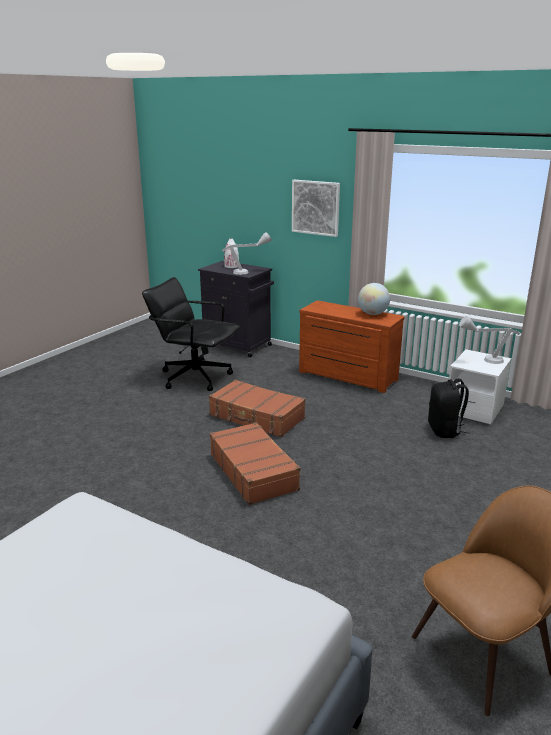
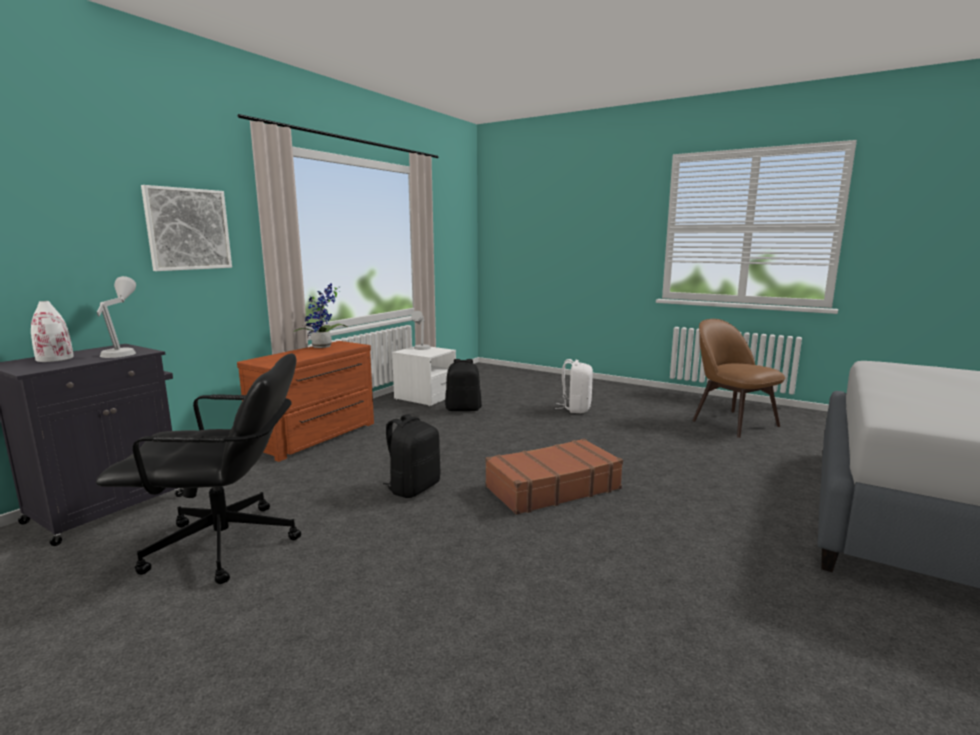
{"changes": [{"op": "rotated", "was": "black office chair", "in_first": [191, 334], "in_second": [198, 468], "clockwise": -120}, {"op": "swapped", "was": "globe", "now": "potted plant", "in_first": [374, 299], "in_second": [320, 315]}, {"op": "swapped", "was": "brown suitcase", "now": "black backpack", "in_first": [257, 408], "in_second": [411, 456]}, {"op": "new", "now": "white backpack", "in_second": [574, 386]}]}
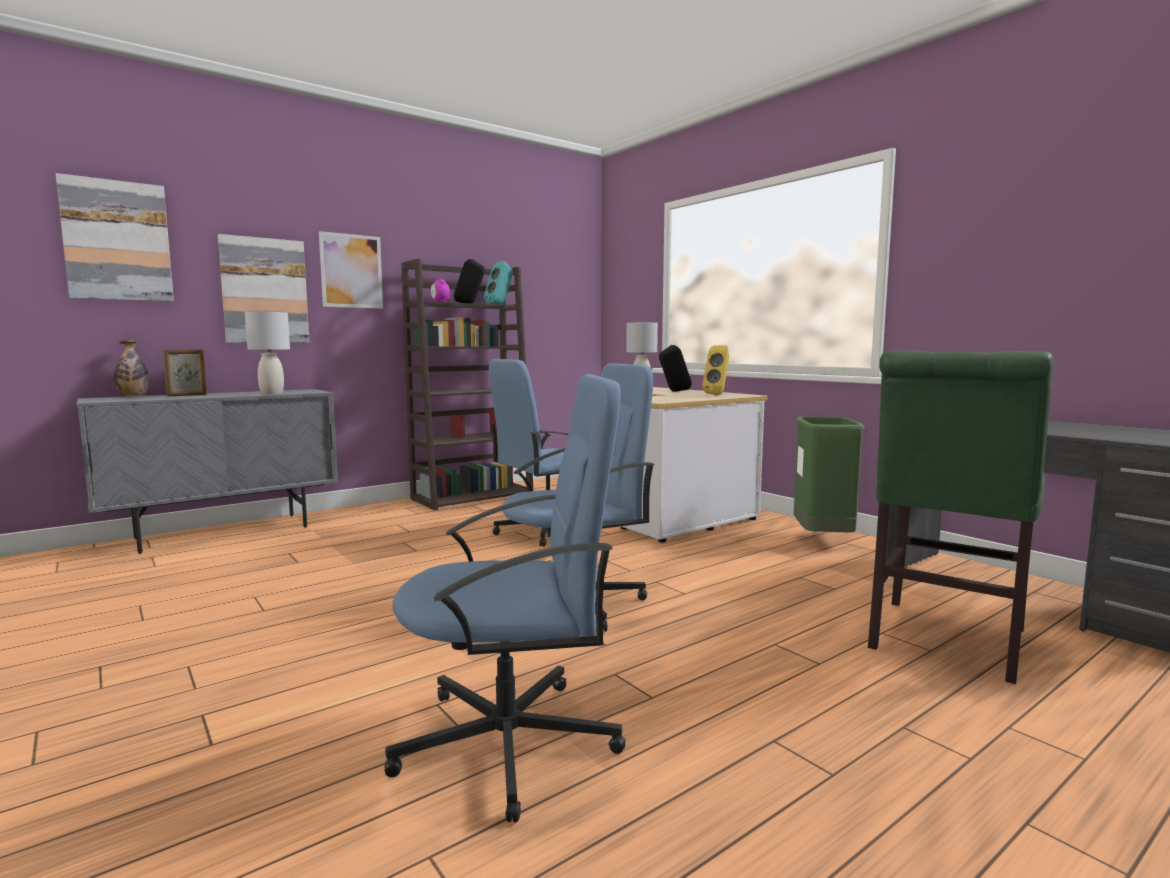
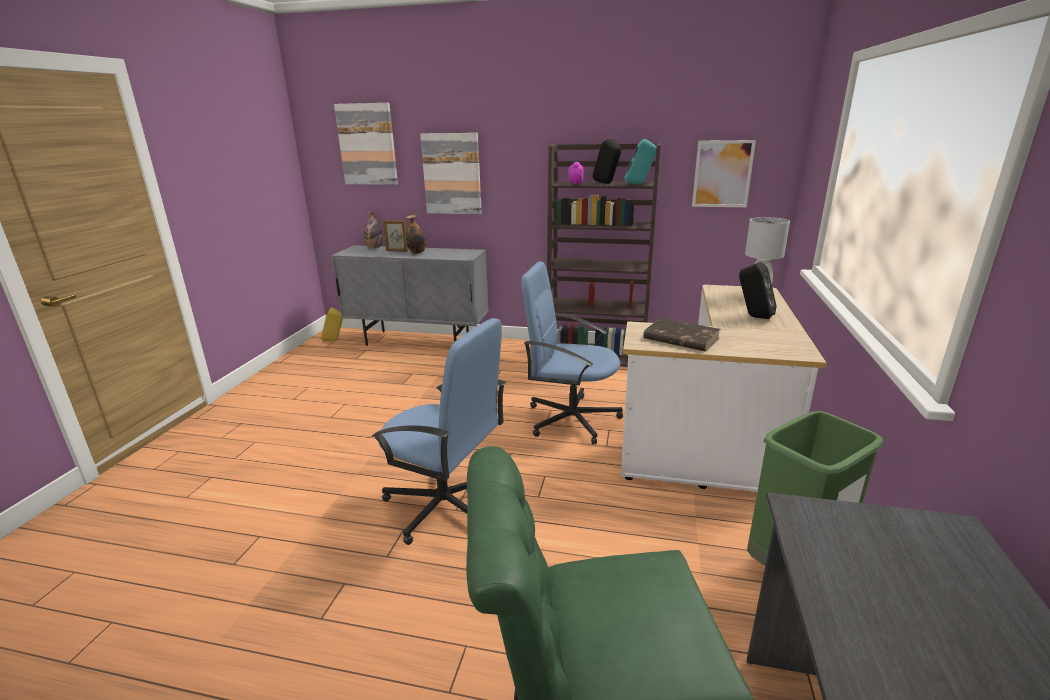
{"changes": [{"op": "shifted", "was": "picture", "in_first": [351, 270], "in_second": [724, 173]}, {"op": "gone", "was": "grey table lamp", "in_first": [267, 353]}, {"op": "shifted", "was": "yellow speaker", "in_first": [715, 370], "in_second": [332, 324]}, {"op": "gone", "was": "blue office chair", "in_first": [505, 598]}, {"op": "new", "now": "bottle", "in_second": [416, 234]}, {"op": "new", "now": "brown book", "in_second": [682, 335]}]}
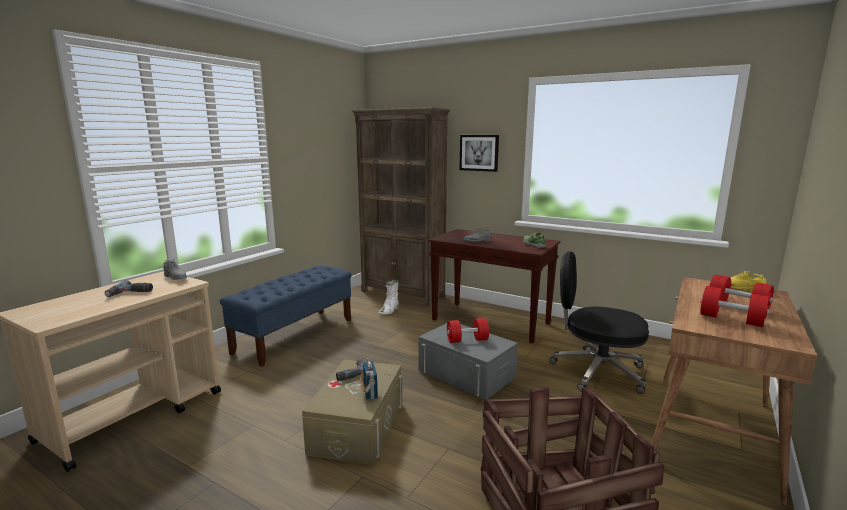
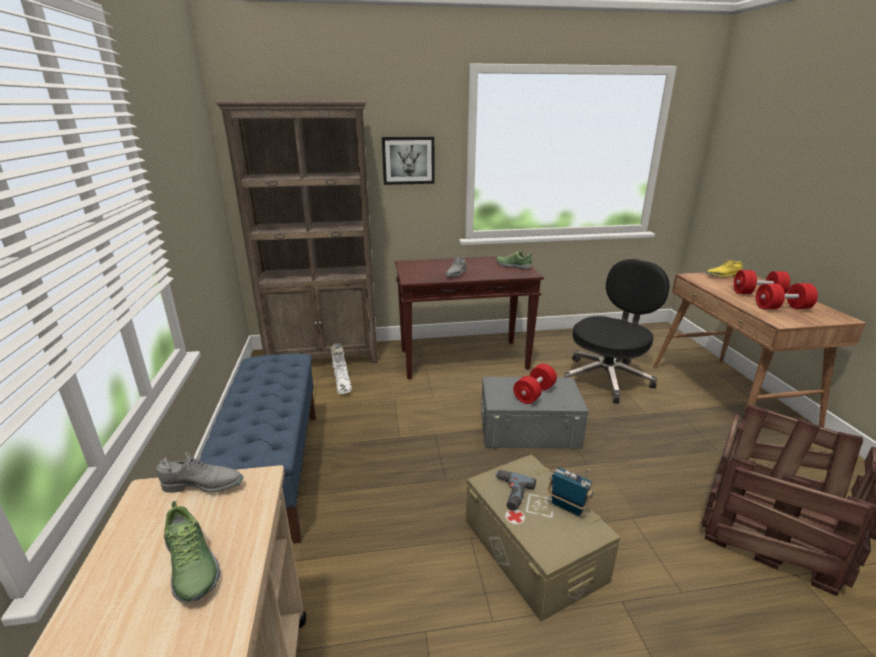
{"changes": [{"op": "rotated", "was": "black office chair", "in_first": [599, 323], "in_second": [617, 331], "clockwise": 150}, {"op": "swapped", "was": "power drill", "now": "shoe", "in_first": [129, 288], "in_second": [192, 552]}]}
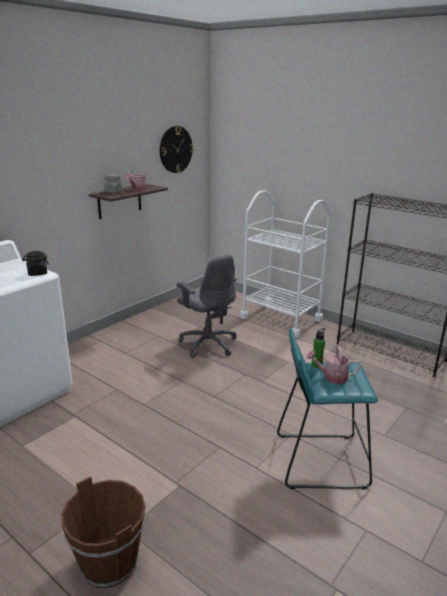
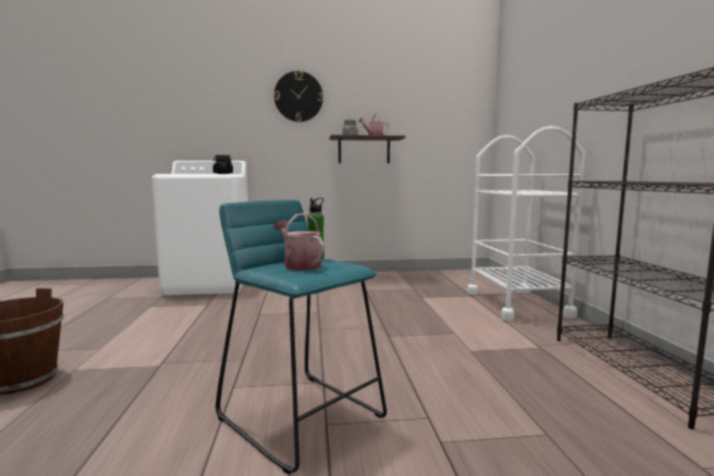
{"changes": [{"op": "shifted", "was": "wall clock", "in_first": [176, 149], "in_second": [298, 96]}, {"op": "gone", "was": "grey office chair", "in_first": [206, 306]}]}
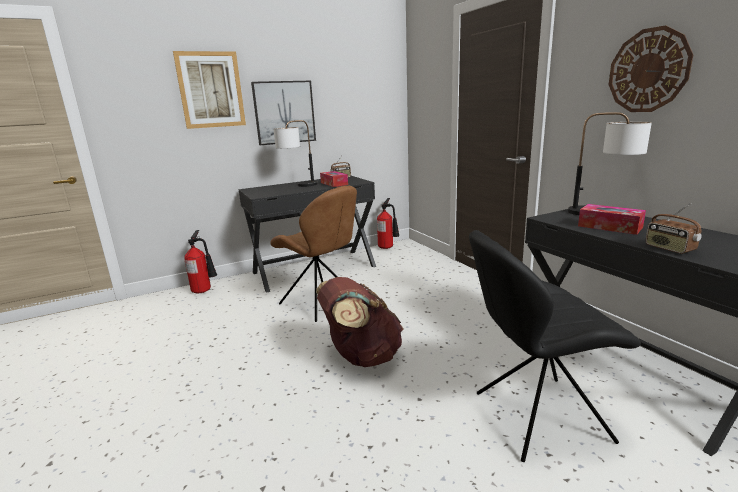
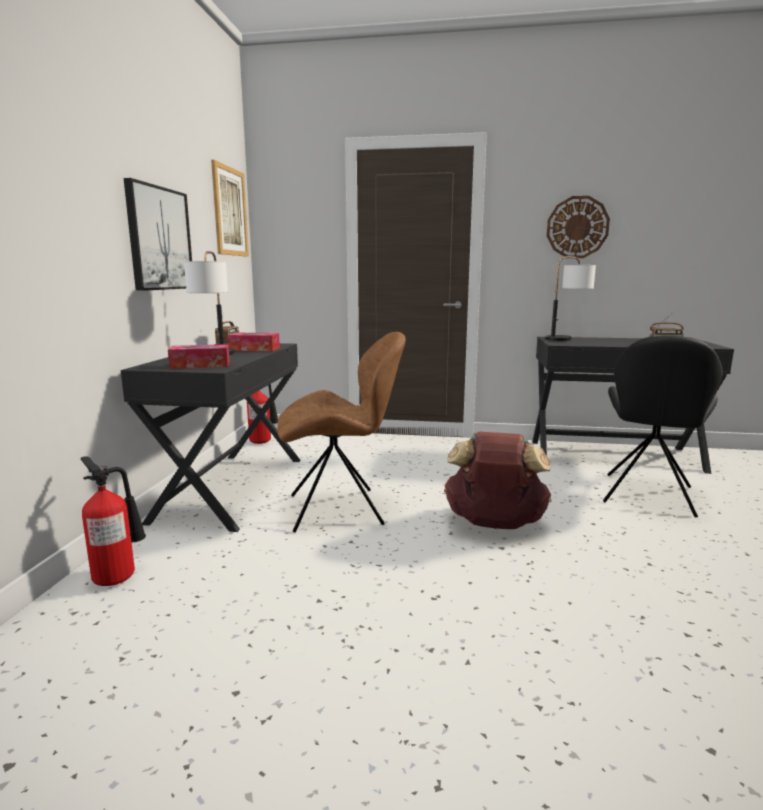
{"changes": [{"op": "shifted", "was": "picture", "in_first": [209, 90], "in_second": [230, 208]}, {"op": "shifted", "was": "tissue box", "in_first": [612, 219], "in_second": [199, 356]}]}
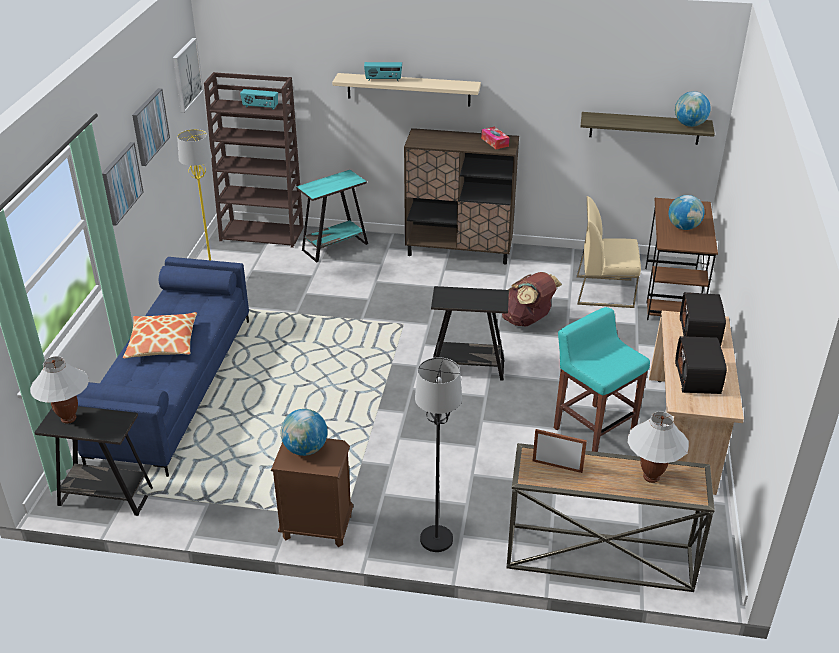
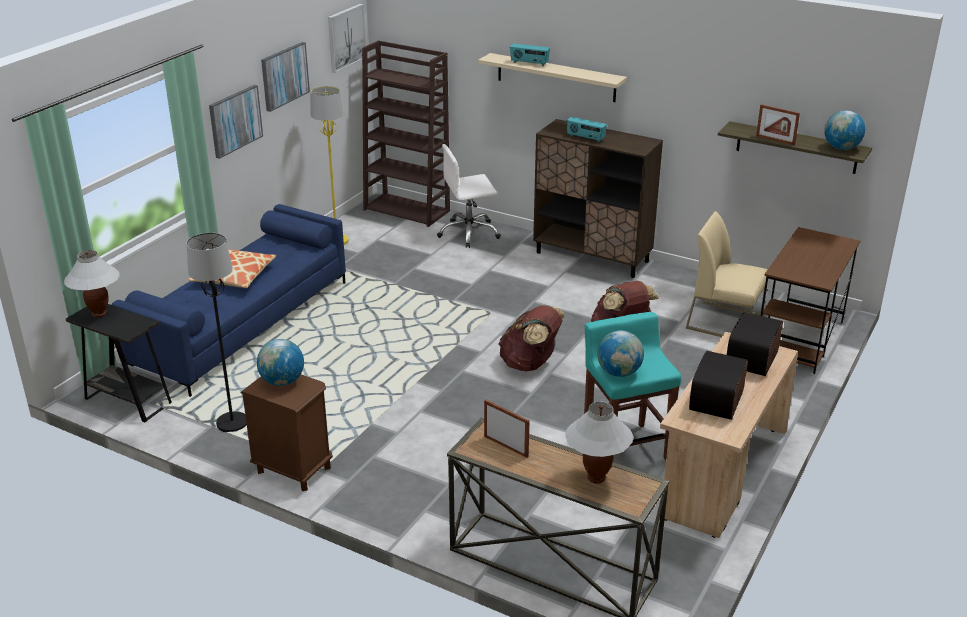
{"changes": [{"op": "shifted", "was": "radio", "in_first": [259, 99], "in_second": [587, 130]}, {"op": "gone", "was": "tissue box", "in_first": [495, 138]}, {"op": "swapped", "was": "turquoise side table", "now": "white office chair", "in_first": [332, 216], "in_second": [469, 196]}, {"op": "shifted", "was": "globe", "in_first": [686, 212], "in_second": [620, 353]}, {"op": "swapped", "was": "black side table", "now": "brown backpack", "in_first": [470, 333], "in_second": [531, 338]}, {"op": "shifted", "was": "black floor lamp", "in_first": [438, 454], "in_second": [216, 332]}, {"op": "new", "now": "picture frame", "in_second": [778, 124]}]}
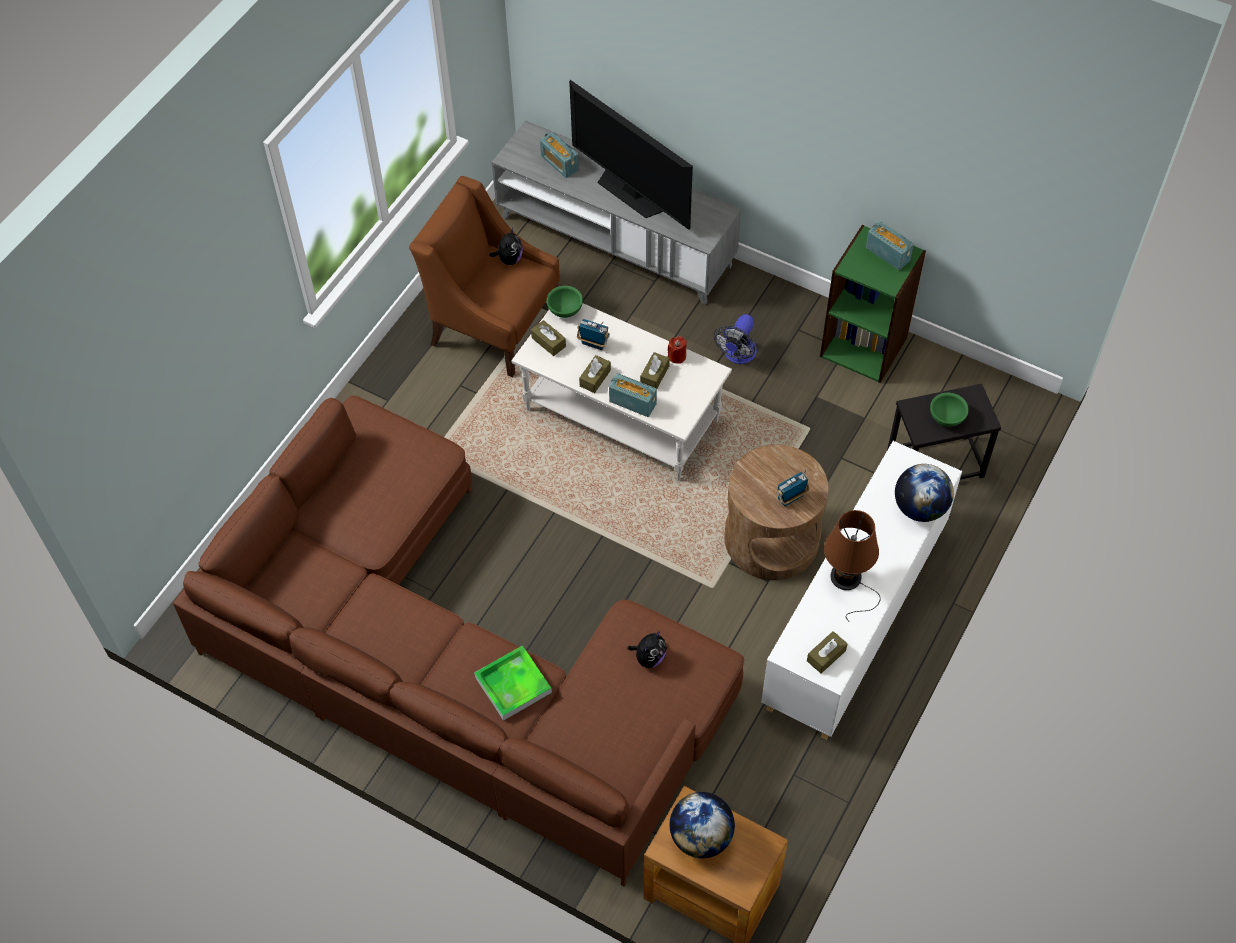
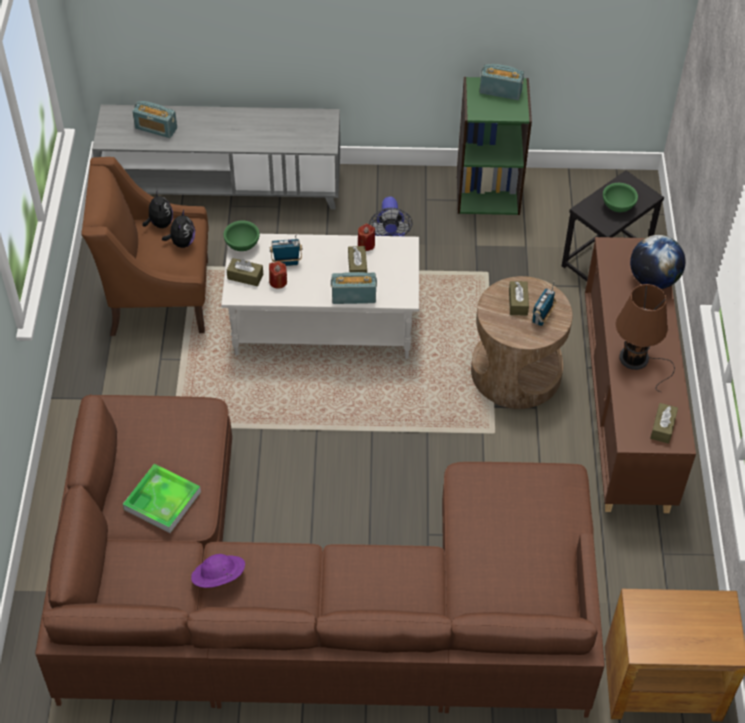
{"changes": [{"op": "gone", "was": "television", "in_first": [631, 155]}, {"op": "shifted", "was": "brown tissue box", "in_first": [595, 374], "in_second": [519, 298]}, {"op": "repainted", "was": "white cabinet", "now": "brown cabinet", "in_first": [861, 590], "in_second": [640, 375]}, {"op": "shifted", "was": "plush toy", "in_first": [647, 649], "in_second": [178, 229]}, {"op": "shifted", "was": "tray", "in_first": [513, 683], "in_second": [162, 498]}, {"op": "gone", "was": "globe", "in_first": [702, 825]}, {"op": "new", "now": "red candle", "in_second": [278, 275]}, {"op": "new", "now": "purple hat", "in_second": [218, 571]}]}
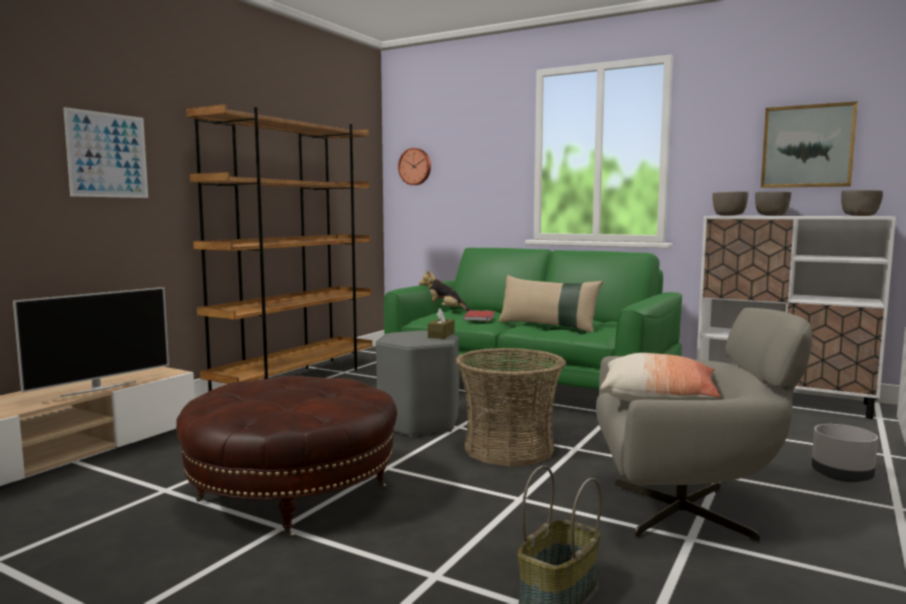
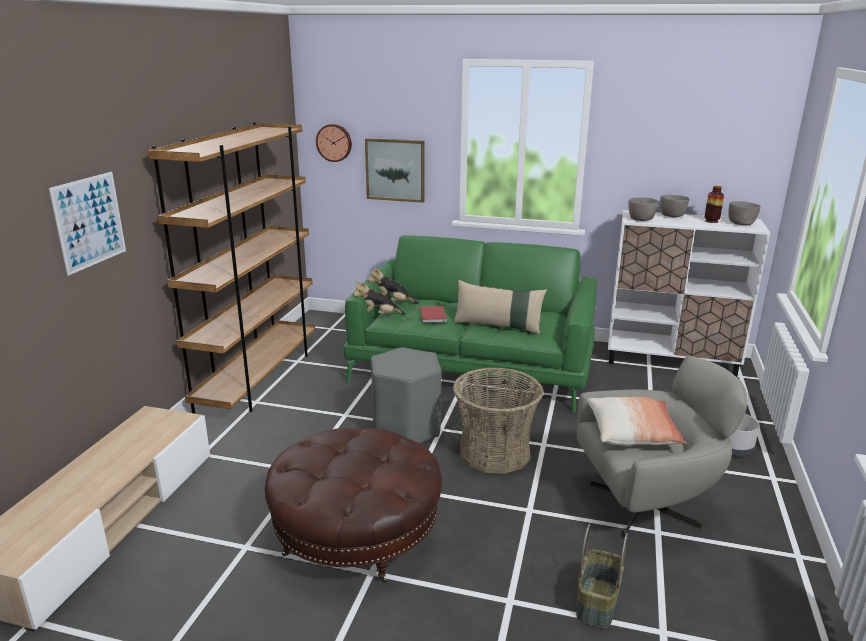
{"changes": [{"op": "shifted", "was": "picture", "in_first": [809, 144], "in_second": [395, 170]}, {"op": "gone", "was": "television", "in_first": [91, 342]}, {"op": "gone", "was": "brown tissue box", "in_first": [441, 323]}, {"op": "new", "now": "vase", "in_second": [714, 204]}, {"op": "new", "now": "plush toy", "in_second": [379, 298]}]}
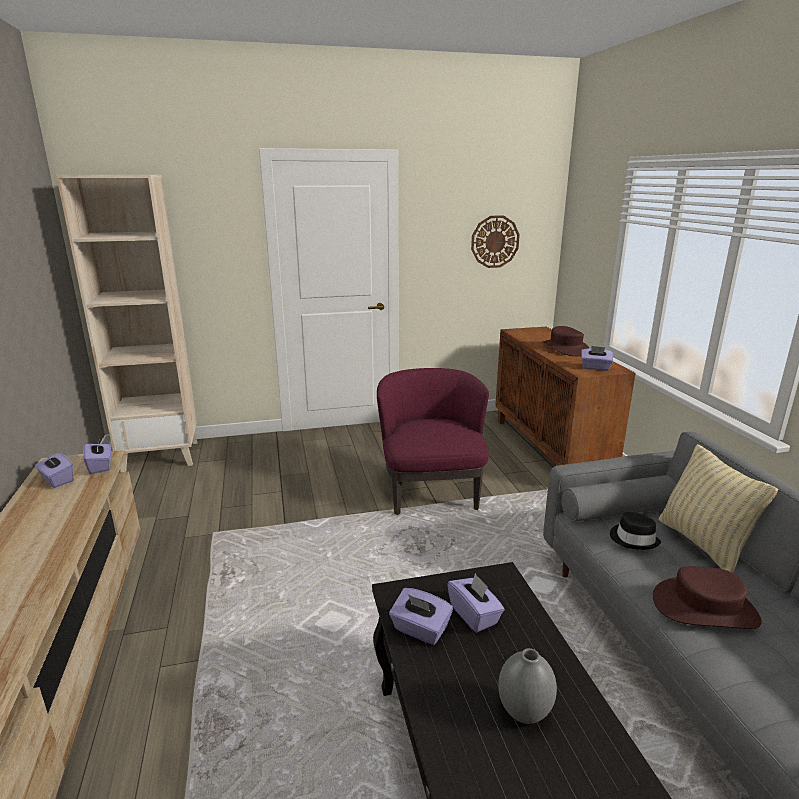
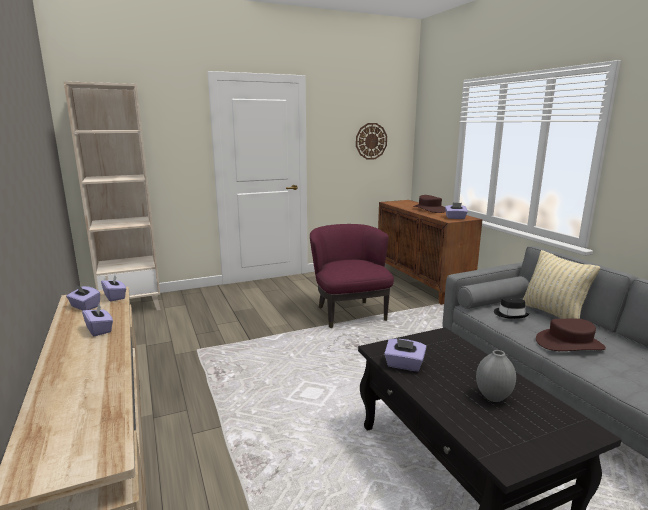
{"changes": [{"op": "shifted", "was": "purple tissue box", "in_first": [476, 603], "in_second": [97, 319]}]}
